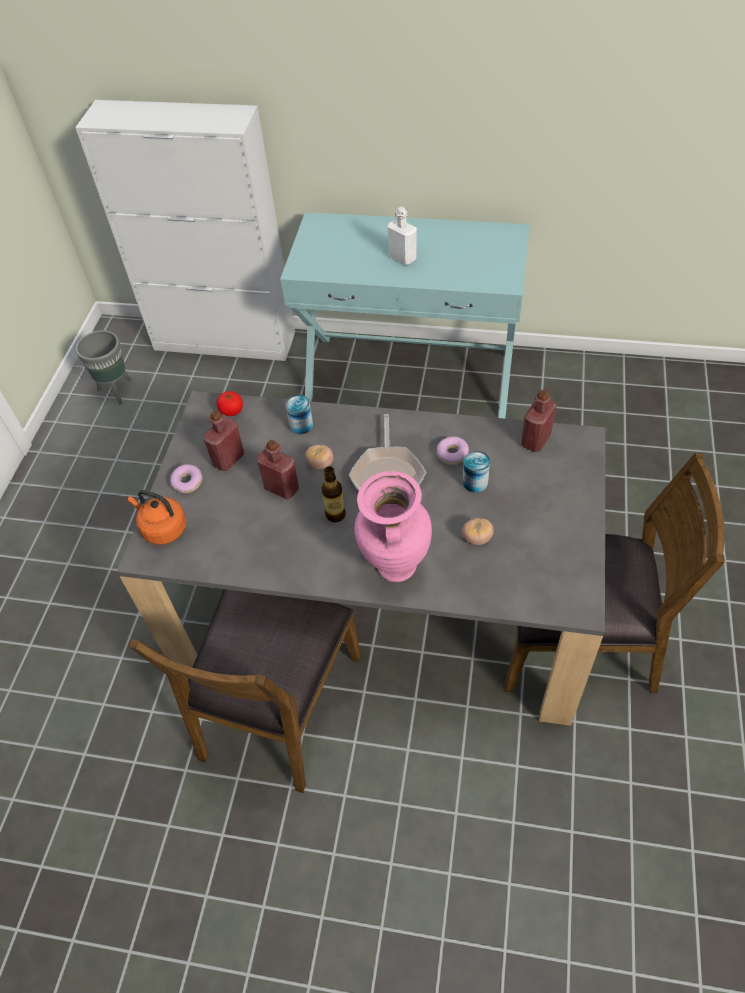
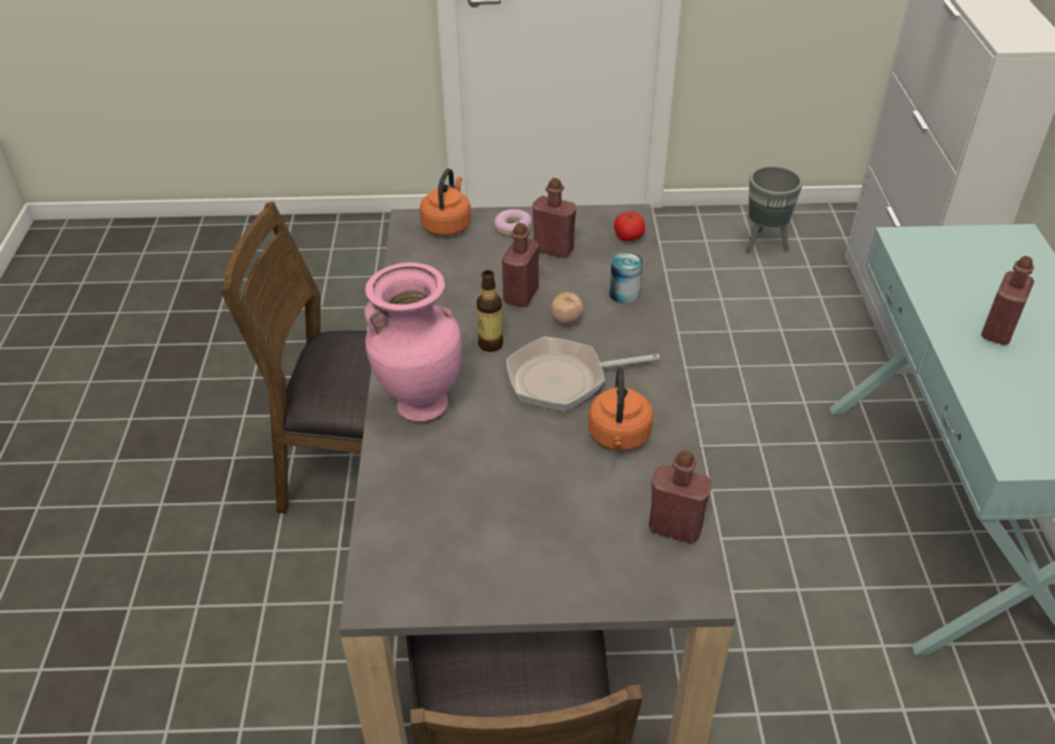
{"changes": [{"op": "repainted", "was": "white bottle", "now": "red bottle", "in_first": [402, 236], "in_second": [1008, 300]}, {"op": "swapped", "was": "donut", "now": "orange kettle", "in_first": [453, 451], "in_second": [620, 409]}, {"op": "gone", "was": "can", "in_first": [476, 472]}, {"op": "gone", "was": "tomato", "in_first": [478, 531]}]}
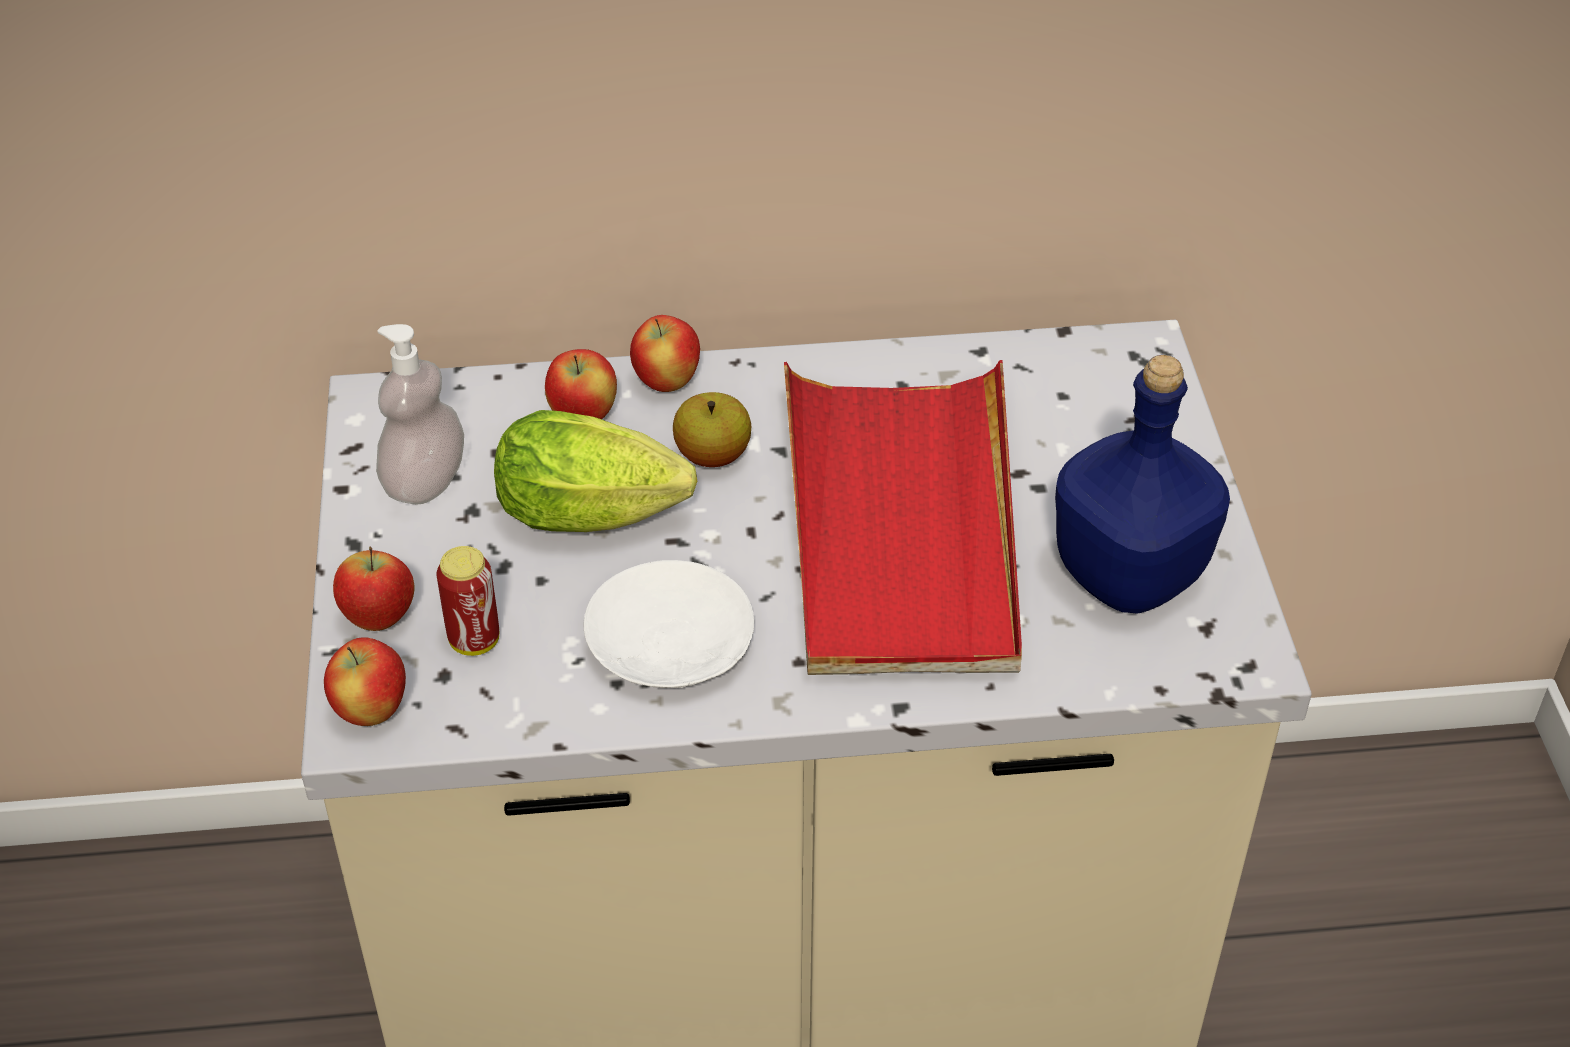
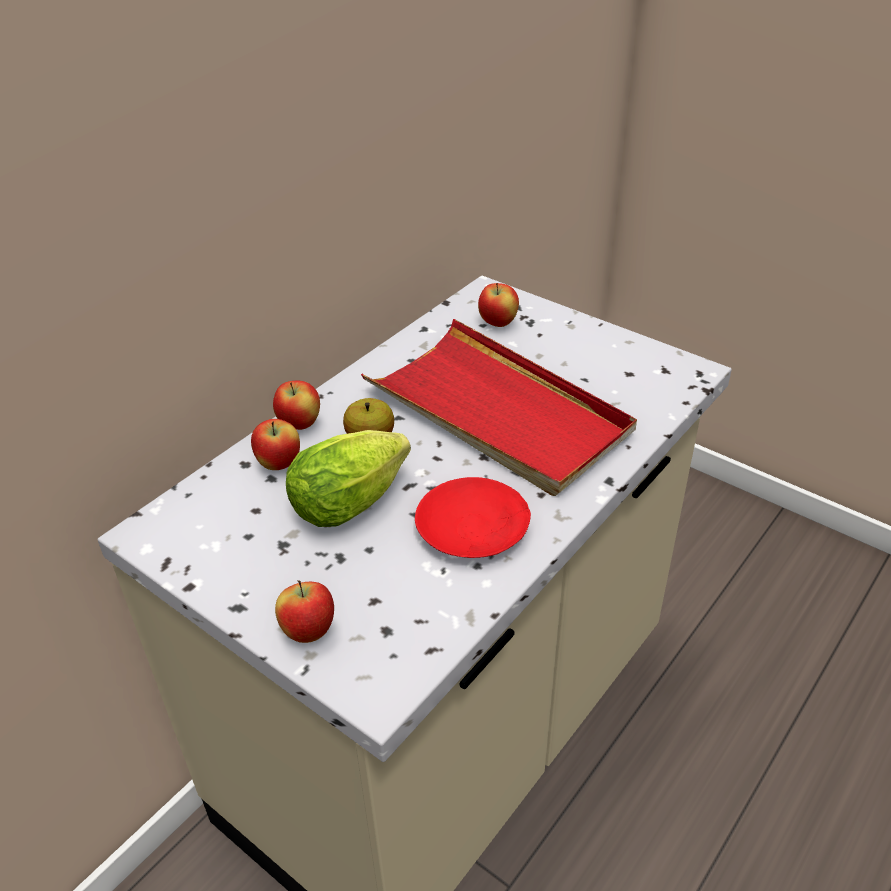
{"changes": [{"op": "gone", "was": "soap dispenser", "in_first": [420, 414]}, {"op": "gone", "was": "blue bottle", "in_first": [1142, 484]}, {"op": "gone", "was": "can", "in_first": [468, 601]}, {"op": "repainted", "was": "white plate", "now": "red plate", "in_first": [669, 624], "in_second": [473, 517]}, {"op": "shifted", "was": "apple", "in_first": [365, 681], "in_second": [498, 305]}]}
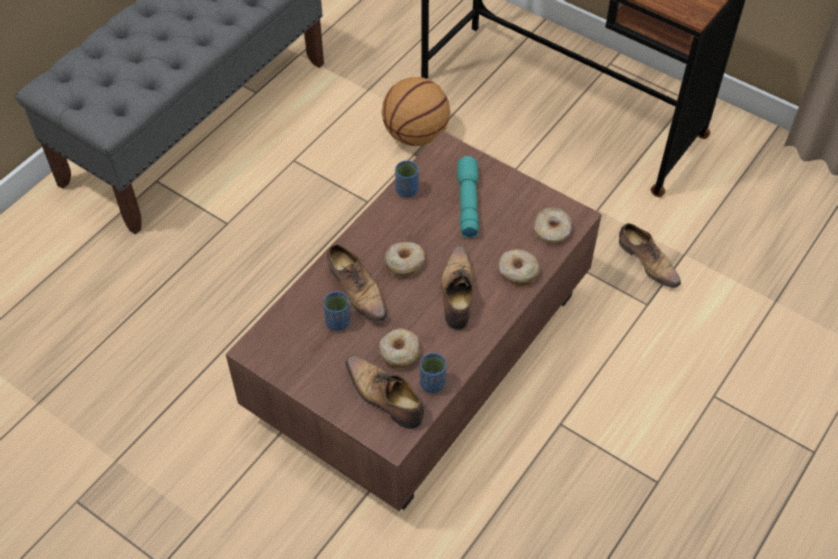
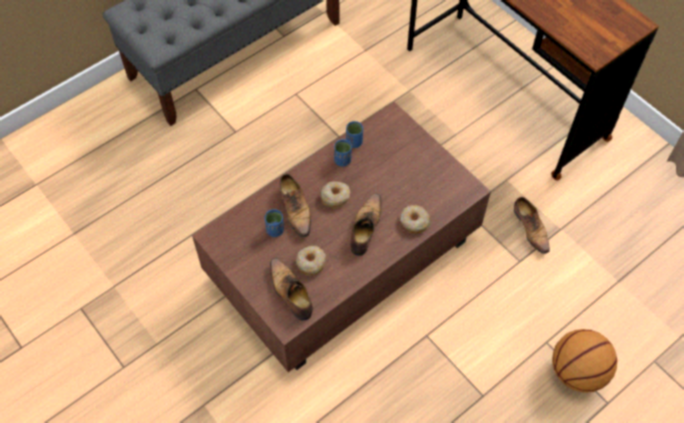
{"changes": [{"op": "shifted", "was": "basketball", "in_first": [416, 111], "in_second": [584, 361]}, {"op": "gone", "was": "turquoise flashlight", "in_first": [468, 196]}, {"op": "gone", "was": "donut", "in_first": [553, 225]}, {"op": "shifted", "was": "blue cup", "in_first": [433, 373], "in_second": [343, 153]}]}
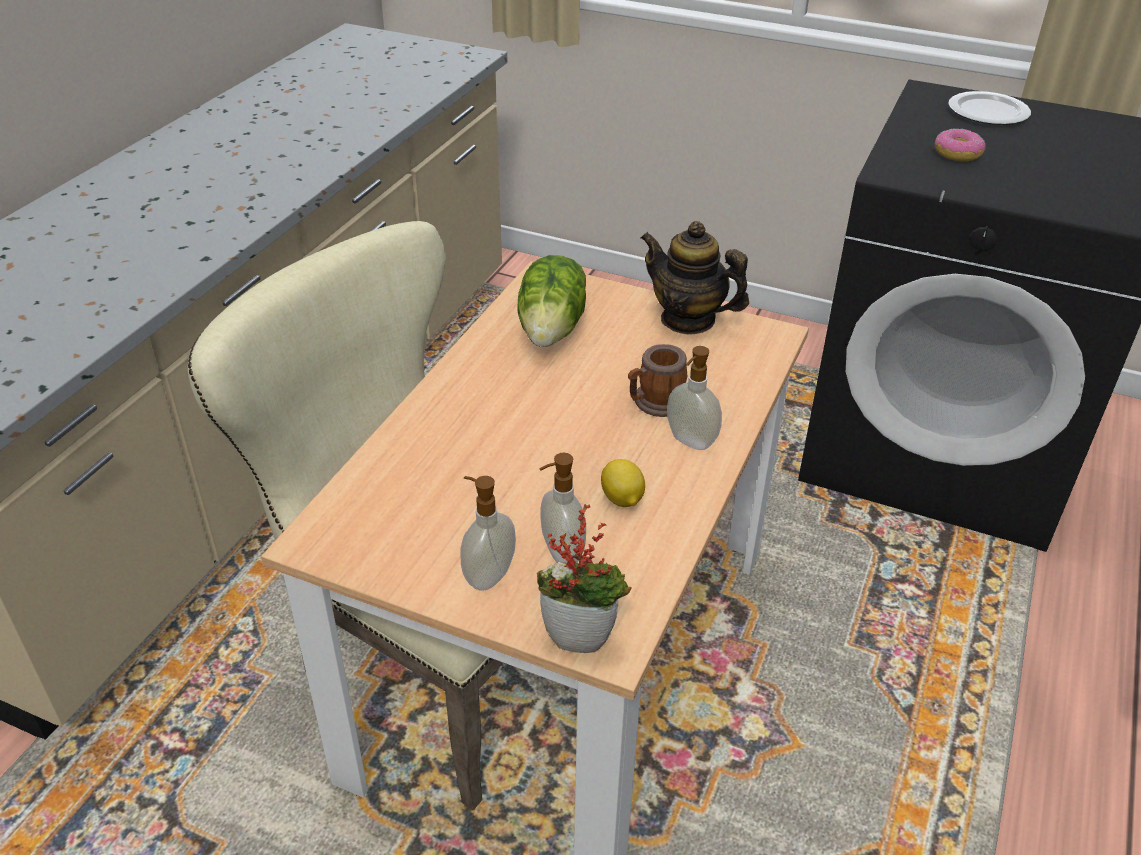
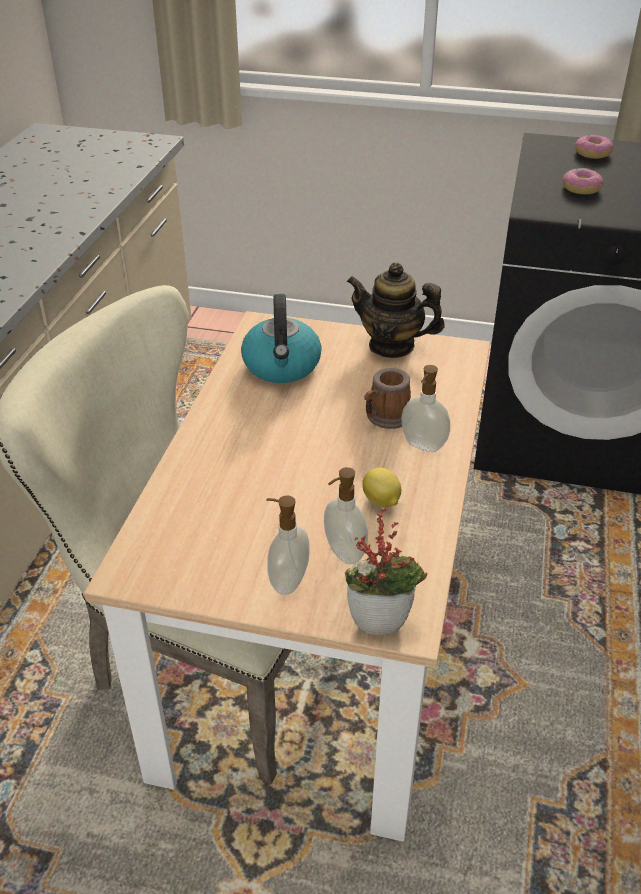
{"changes": [{"op": "swapped", "was": "plate", "now": "donut", "in_first": [989, 108], "in_second": [594, 147]}, {"op": "swapped", "was": "lettuce", "now": "kettle", "in_first": [551, 301], "in_second": [281, 338]}]}
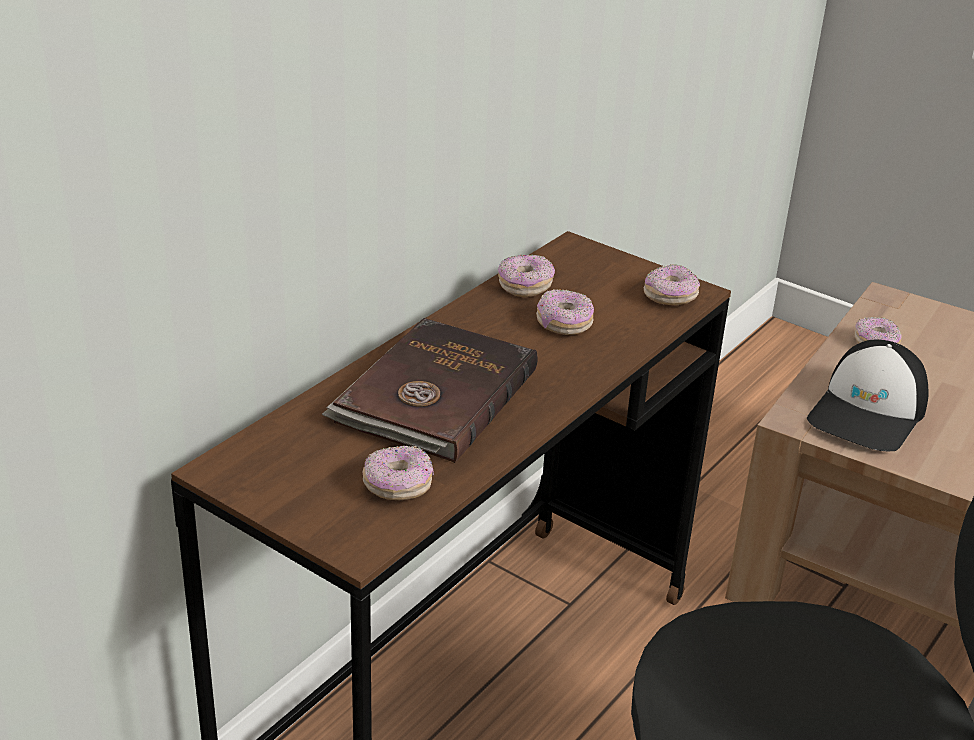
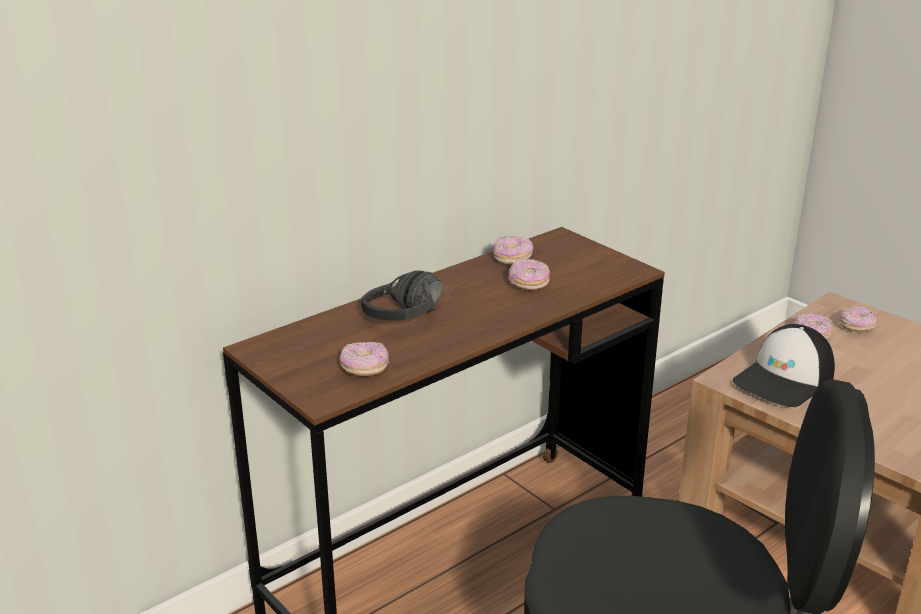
{"changes": [{"op": "shifted", "was": "donut", "in_first": [672, 284], "in_second": [858, 319]}, {"op": "swapped", "was": "brown book", "now": "black headphones", "in_first": [430, 390], "in_second": [402, 295]}]}
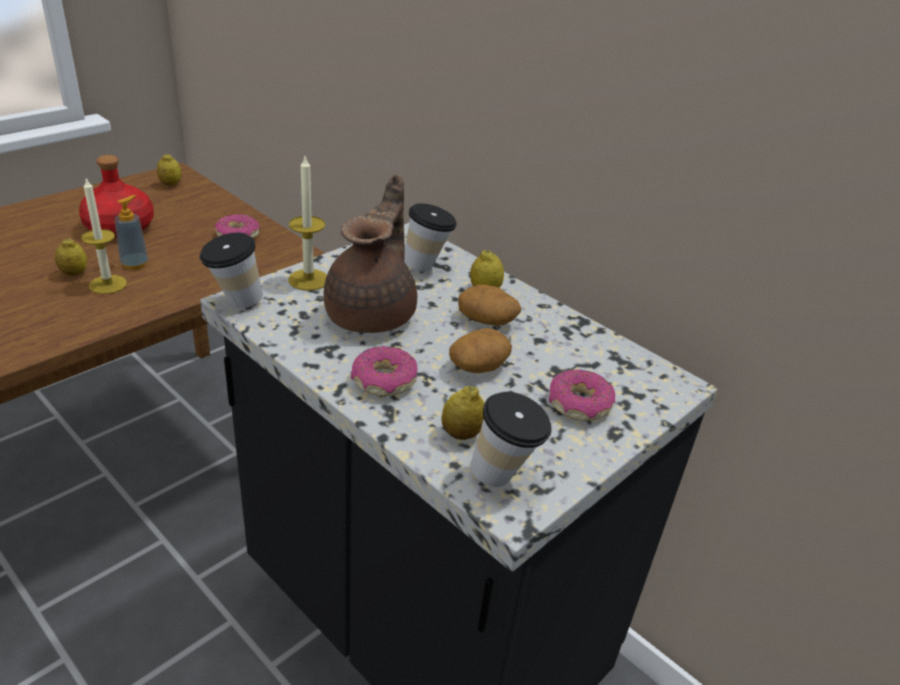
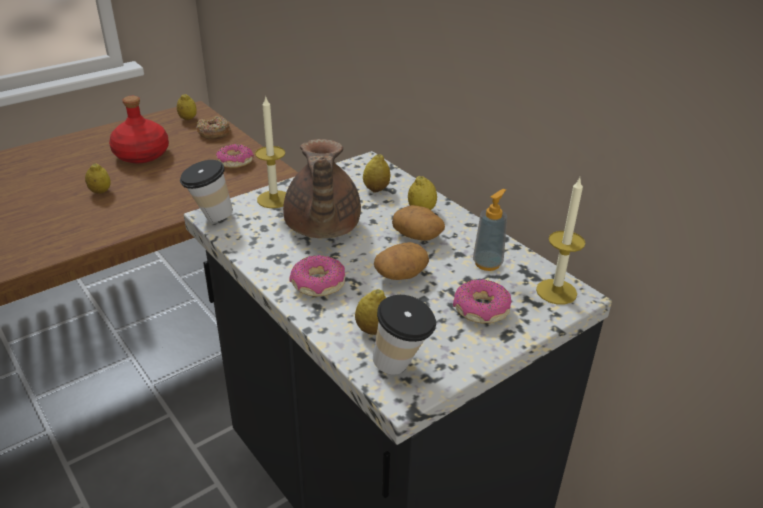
{"changes": [{"op": "rotated", "was": "brown teapot", "in_first": [370, 253], "in_second": [322, 188], "clockwise": 150}, {"op": "shifted", "was": "candle", "in_first": [104, 236], "in_second": [561, 241]}, {"op": "shifted", "was": "soap dispenser", "in_first": [131, 232], "in_second": [490, 230]}, {"op": "swapped", "was": "cup", "now": "lemon", "in_first": [430, 237], "in_second": [376, 173]}, {"op": "new", "now": "donut", "in_second": [213, 127]}]}
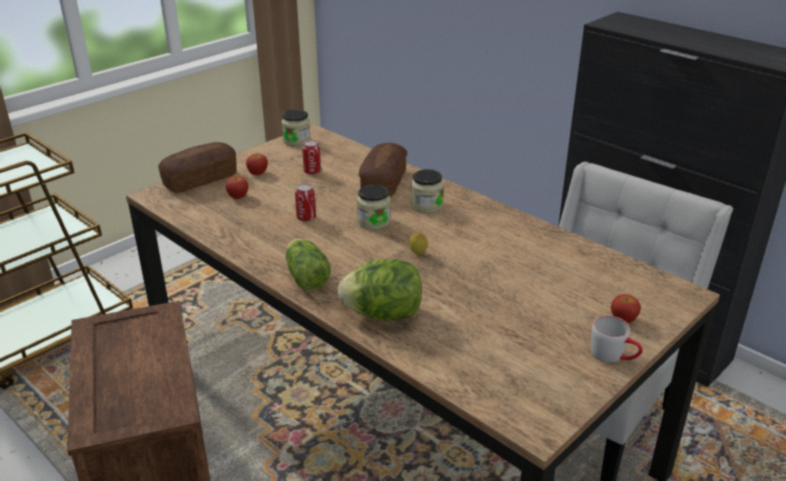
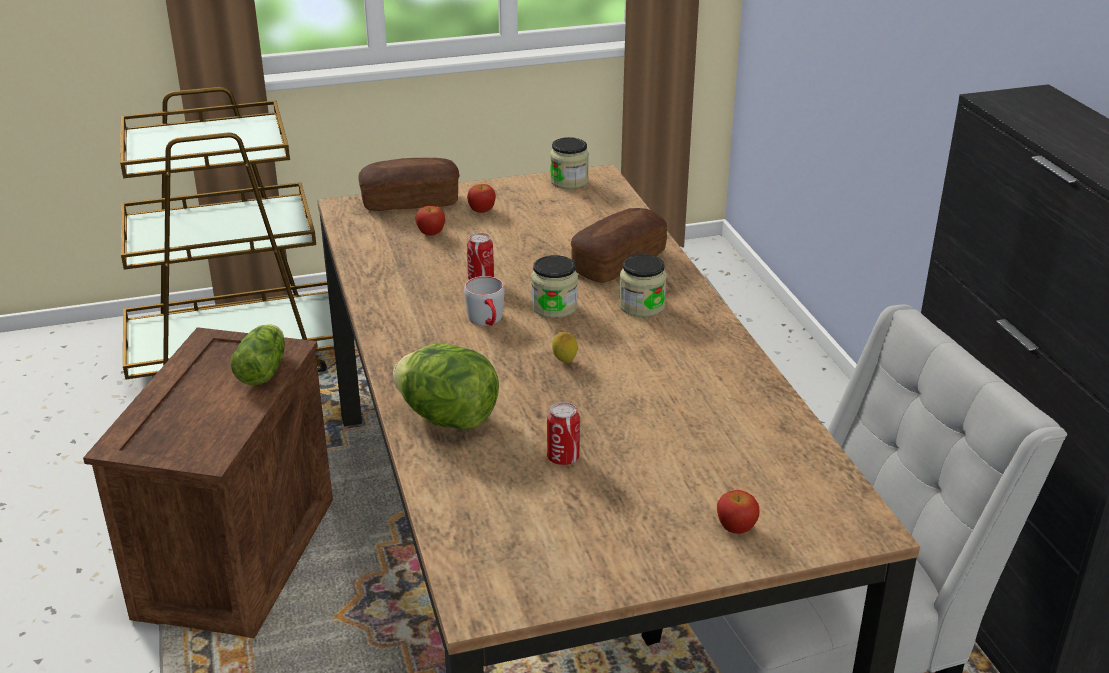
{"changes": [{"op": "shifted", "was": "can", "in_first": [311, 157], "in_second": [563, 433]}, {"op": "shifted", "was": "lettuce", "in_first": [308, 264], "in_second": [257, 354]}, {"op": "shifted", "was": "grey mug", "in_first": [617, 339], "in_second": [484, 301]}]}
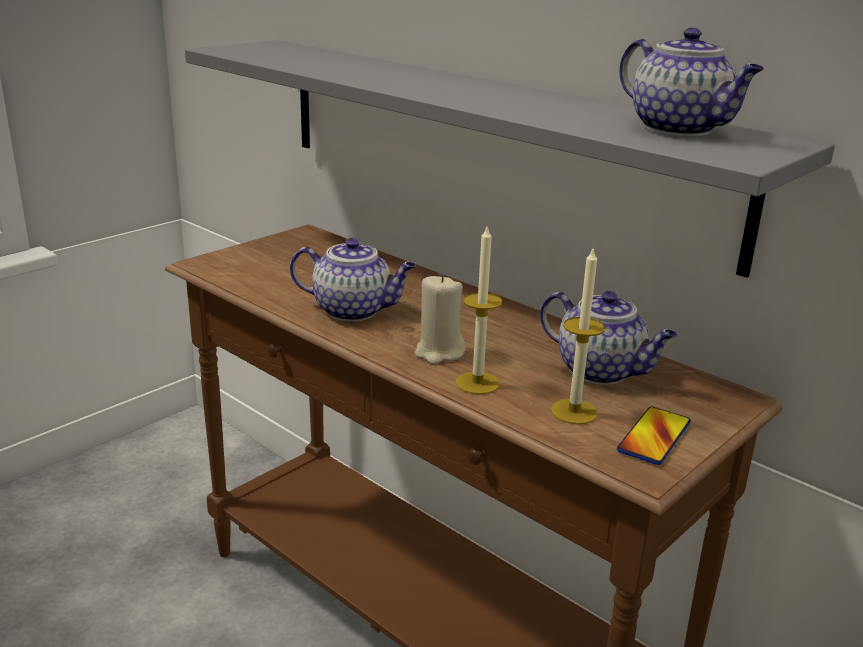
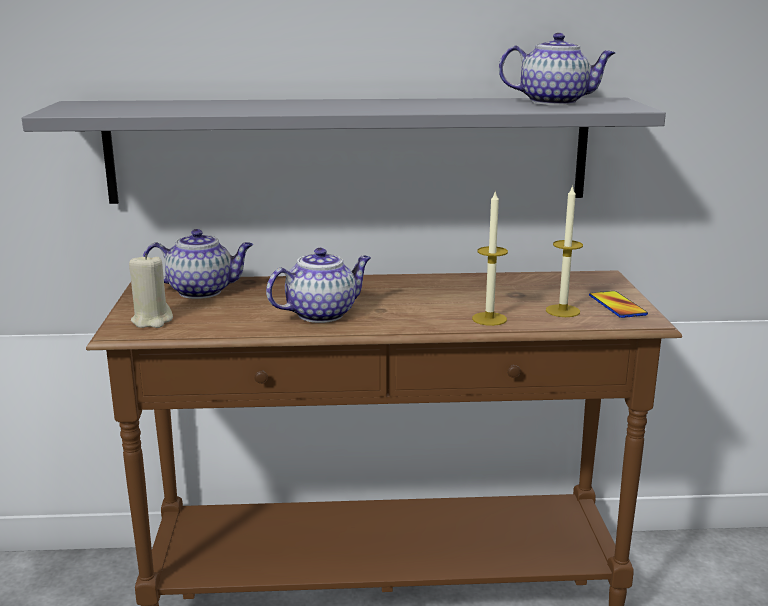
{"changes": [{"op": "shifted", "was": "beige candle", "in_first": [440, 319], "in_second": [151, 290]}, {"op": "shifted", "was": "teapot", "in_first": [609, 338], "in_second": [198, 264]}]}
